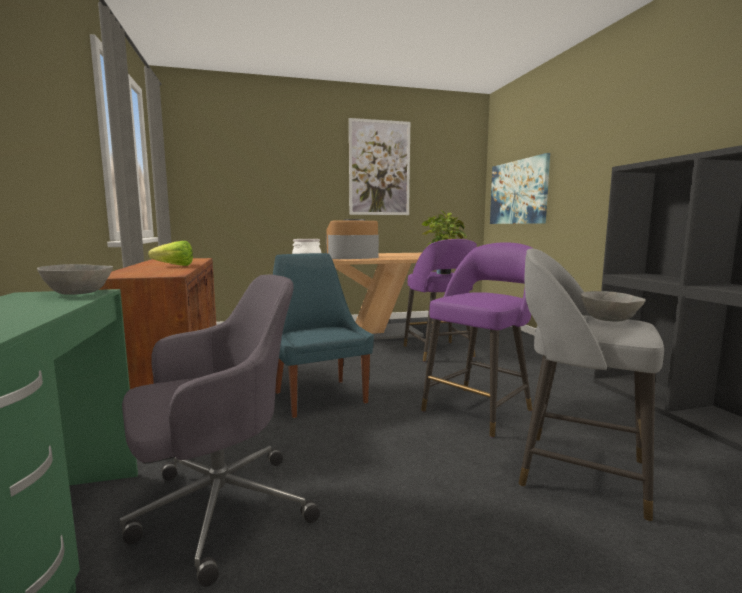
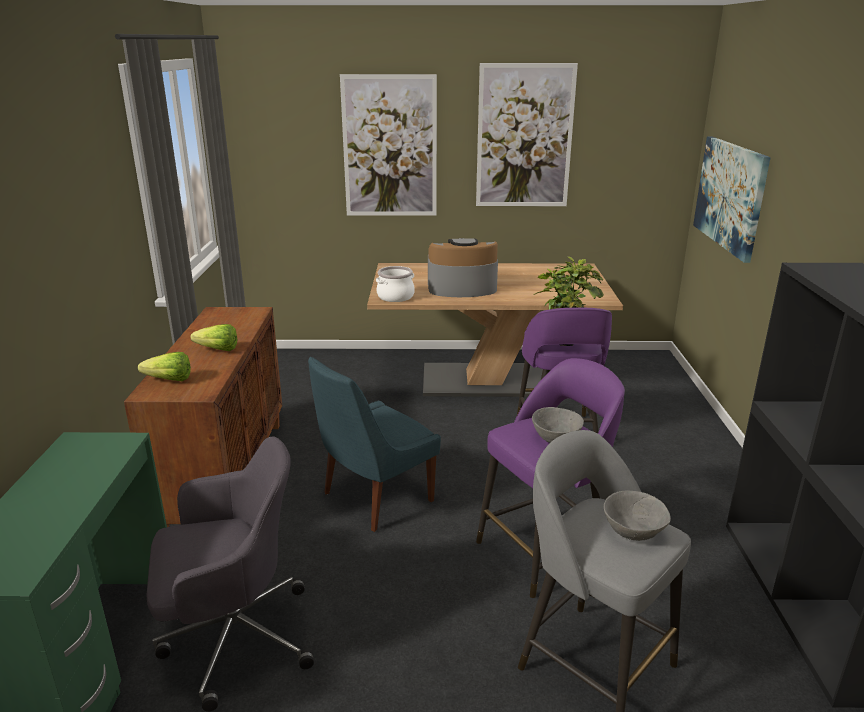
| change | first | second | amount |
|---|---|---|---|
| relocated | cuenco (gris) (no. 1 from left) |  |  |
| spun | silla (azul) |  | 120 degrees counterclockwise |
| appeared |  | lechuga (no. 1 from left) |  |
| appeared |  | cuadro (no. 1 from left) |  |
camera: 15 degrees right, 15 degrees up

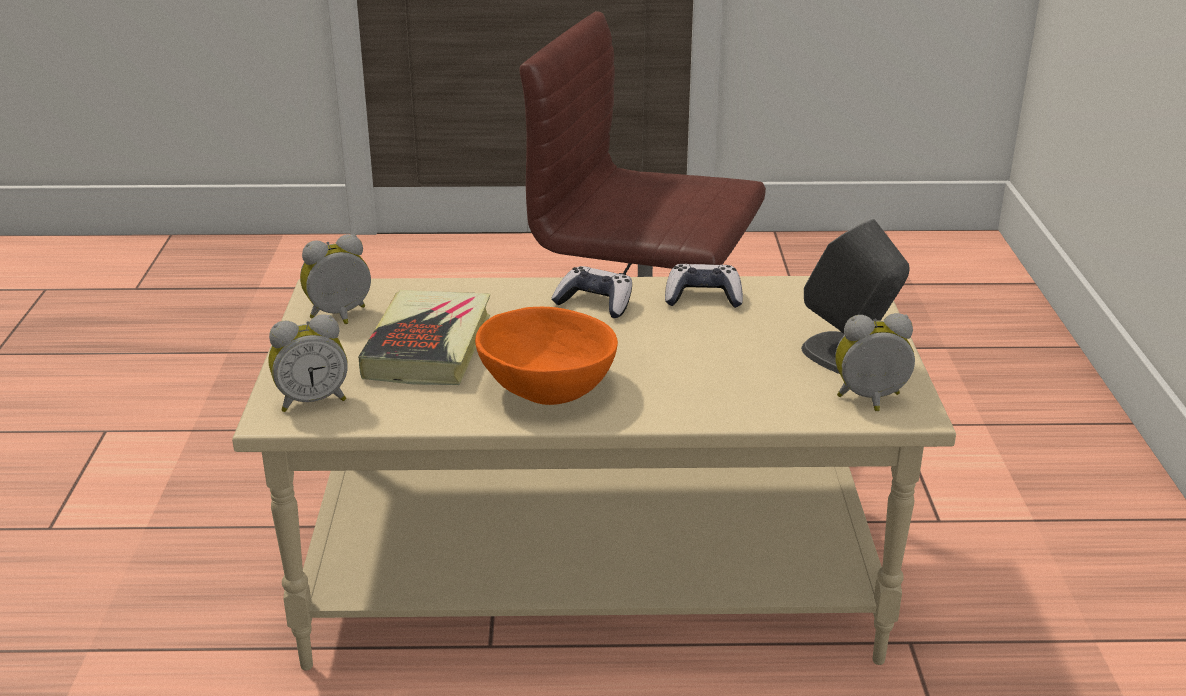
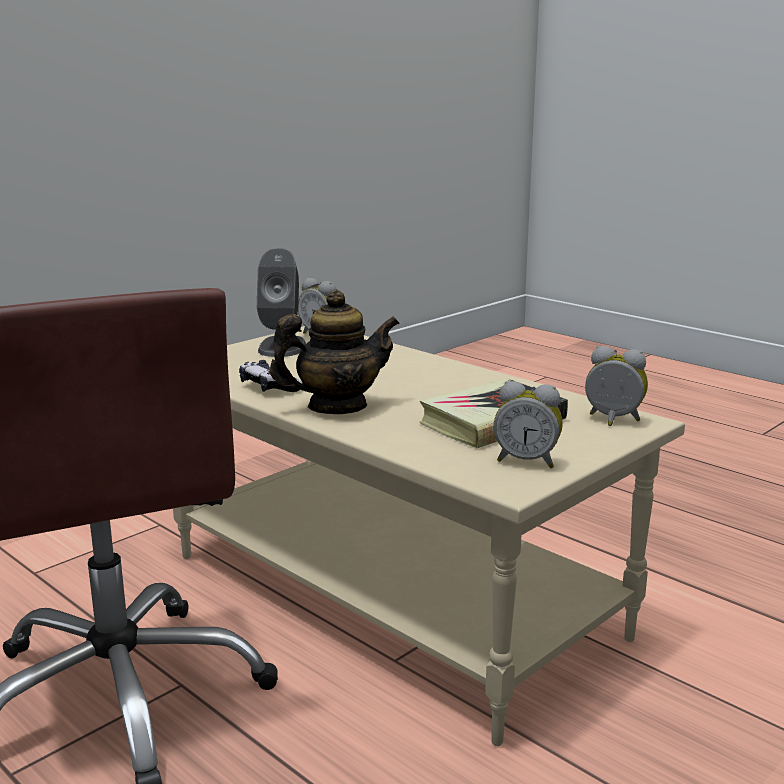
| change | first | second | amount |
|---|---|---|---|
| missing | cuenco (naranja) |  |  |
| exchanged | mando de consola (no. 1 from left) | tetera |  |
camera: 135 degrees left, 10 degrees down

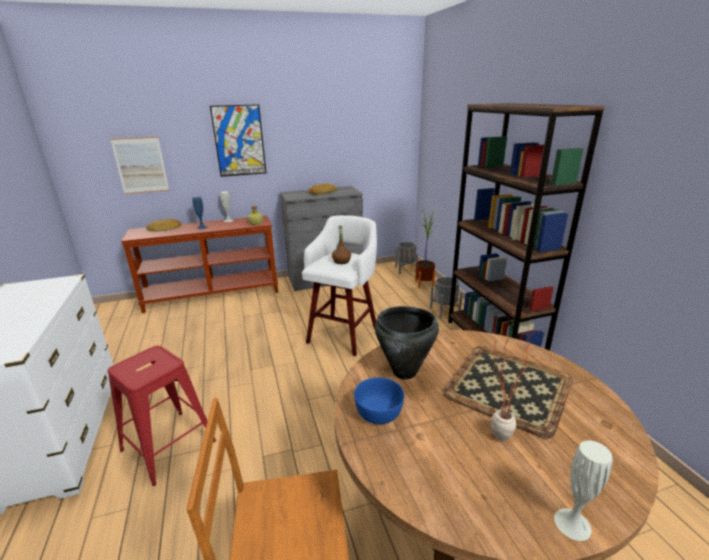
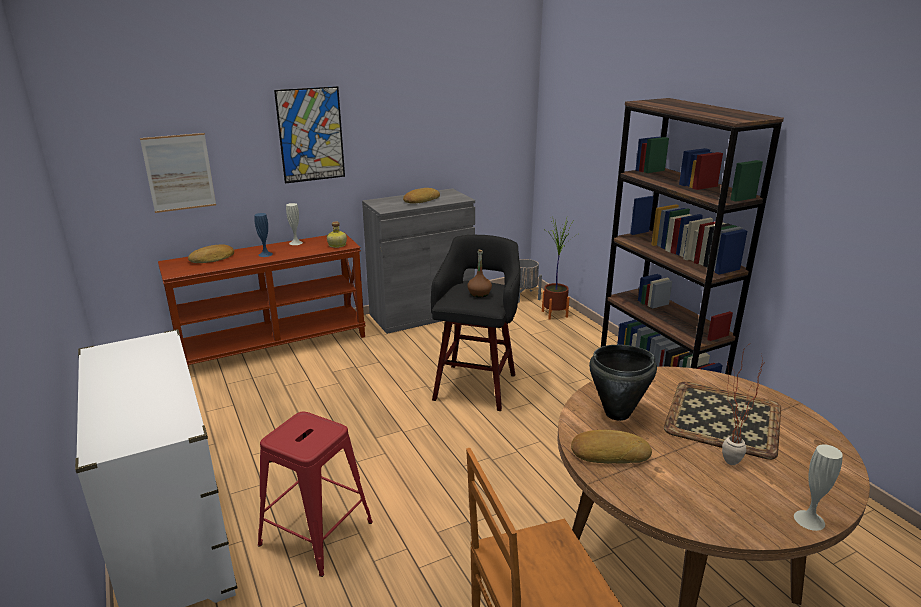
| change | first | second | amount |
|---|---|---|---|
| colour | taburete (blanco) | taburete (negro) |  |
| exchanged | cuenco (azul) | pan (no. 3 from left) |  |
| missing | maceta (gris) (no. 2 from left) |  |  |
camera: 10 degrees left, 0 degrees up

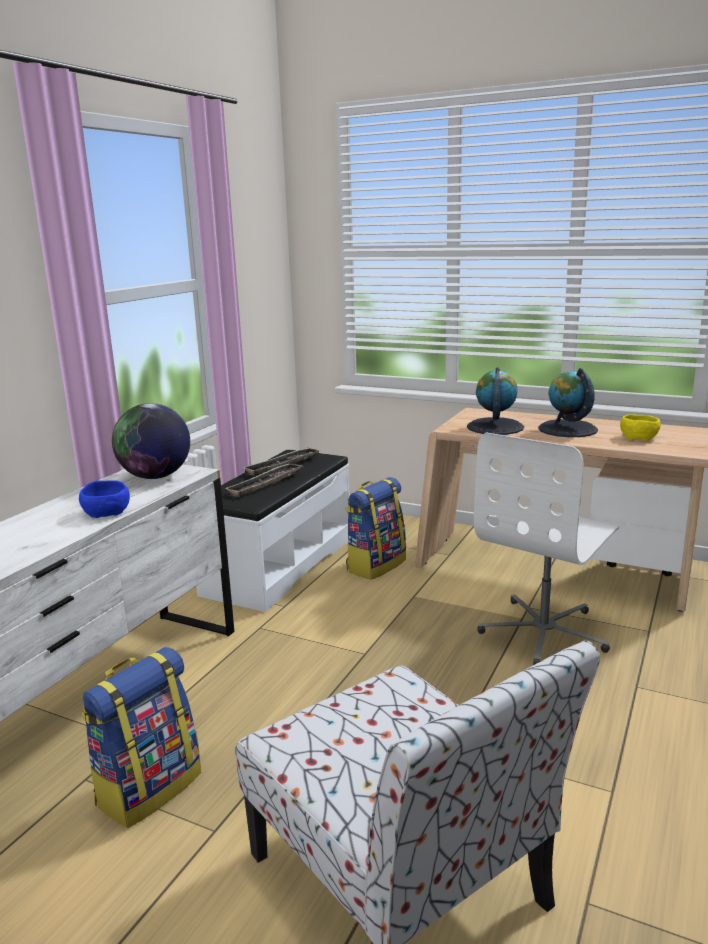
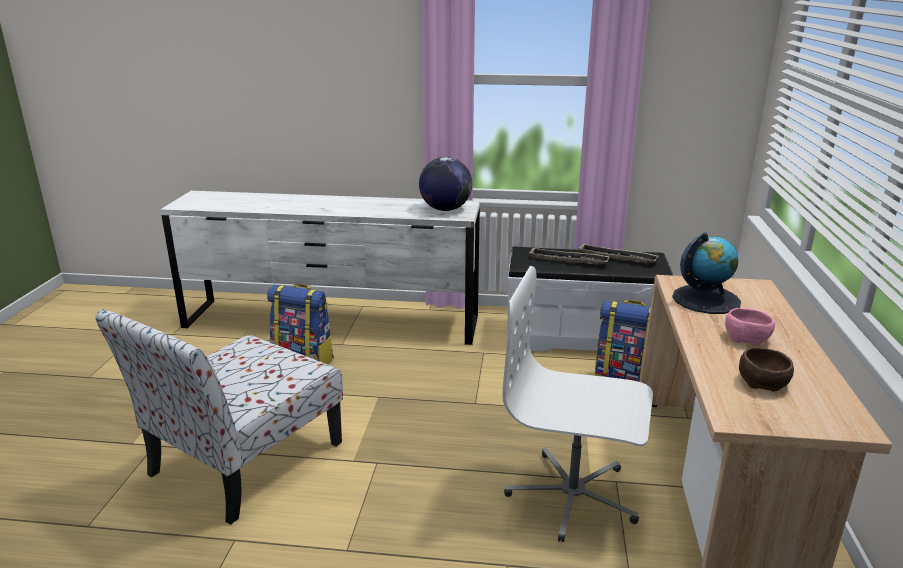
| change | first | second | amount |
|---|---|---|---|
| missing | cuenco (azul) |  |  |
| exchanged | globo terráqueo (no. 3 from left) | cuenco (rosa) |  |
| colour | cuenco (amarillo) | cuenco (marrón) |  |
camera: 70 degrees right, 5 degrees up

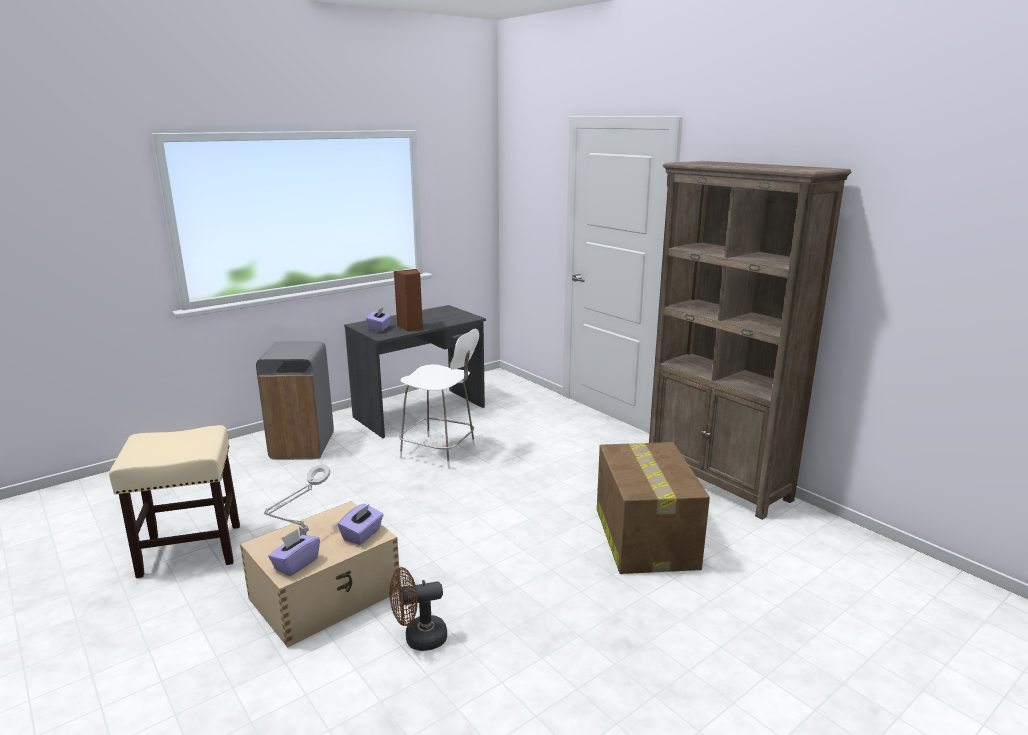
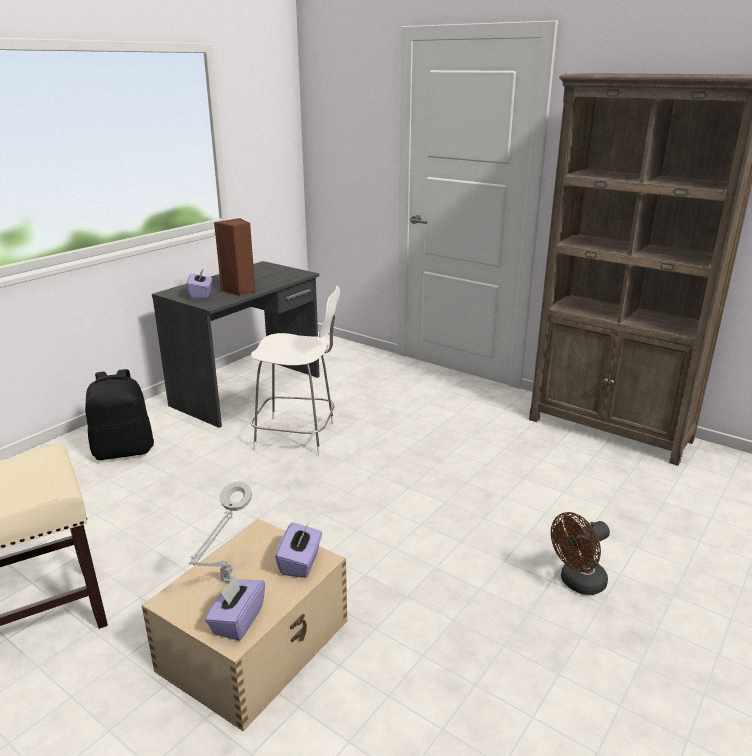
| change | first | second | amount |
|---|---|---|---|
| exchanged | papelera (gris) | mochila (negro) |  |
| relocated | ventilador (marrón) |  |  |
| missing | caja de cartón |  |  |
camera: 15 degrees left, 5 degrees up

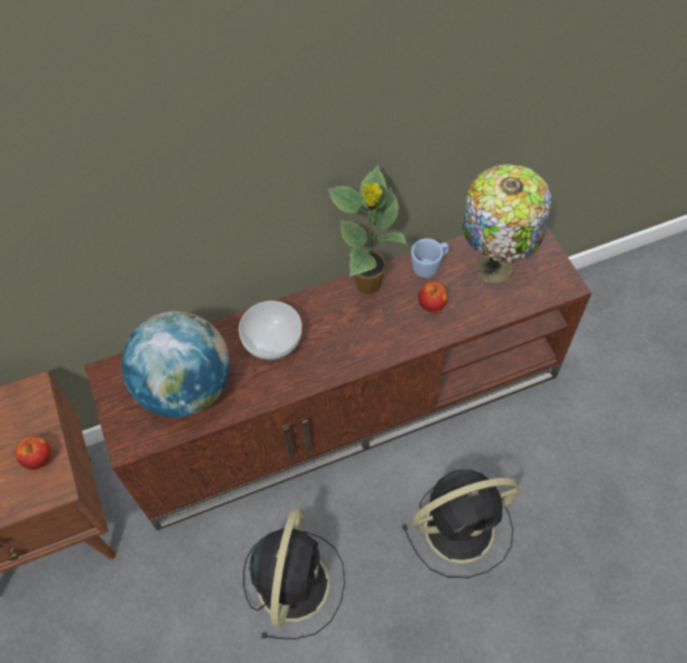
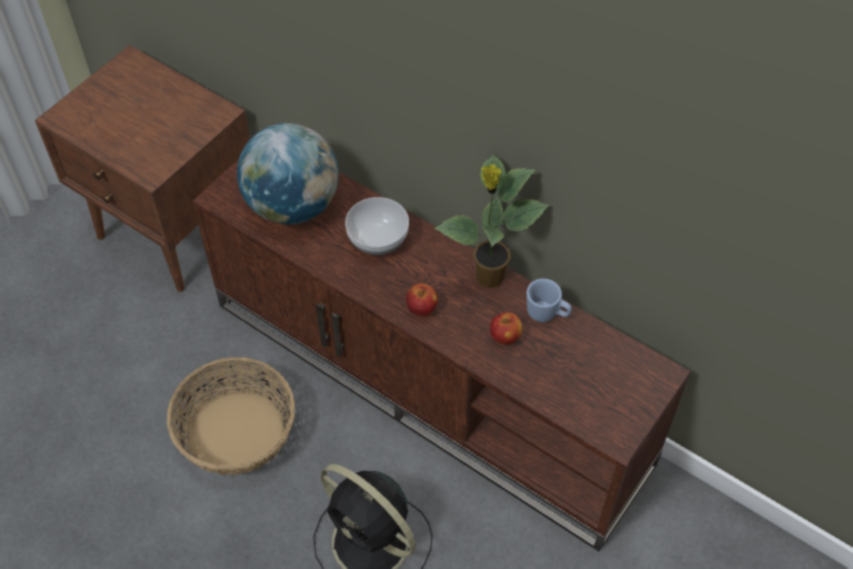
| change | first | second | amount |
|---|---|---|---|
| relocated | manzana (no. 1 from left) |  |  |
| exchanged | ventilador (negro) (no. 1 from left) | cesta |  |
| missing | lámpara de mesa |  |  |
camera: 55 degrees right, 5 degrees down

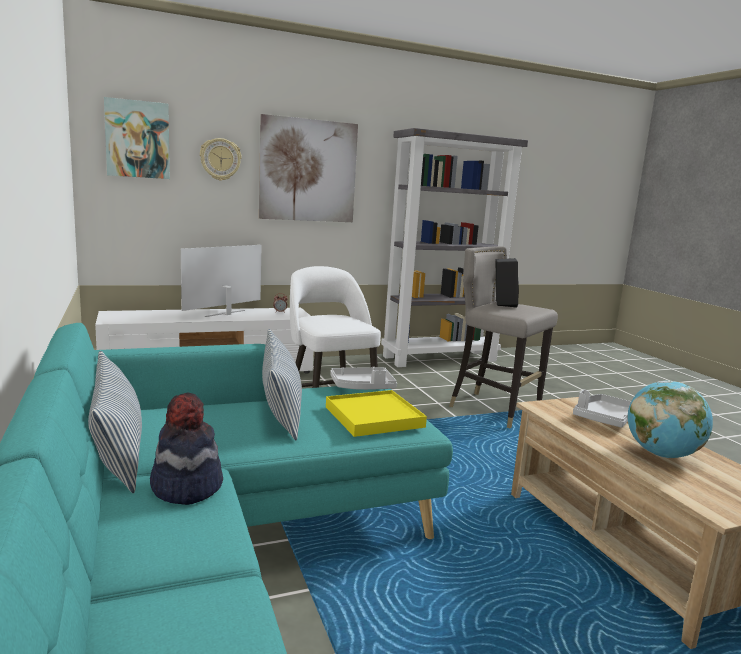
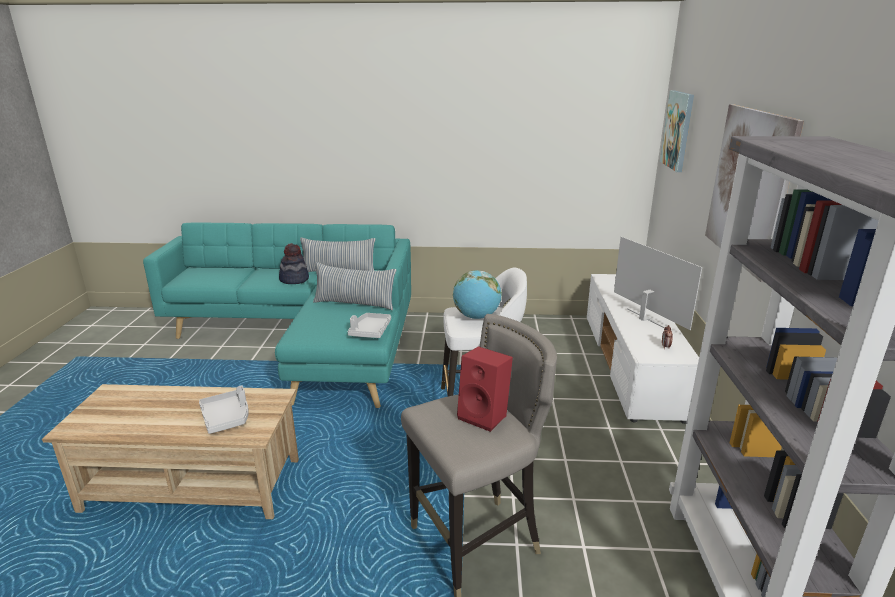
| change | first | second | amount |
|---|---|---|---|
| missing | reloj de pared |  |  |
| missing | bandeja (amarillo) |  |  |
| colour | altavoz (negro) | altavoz (rojo) |  |
| relocated | globo terráqueo |  |  |
camera: 115 degrees right, 10 degrees up

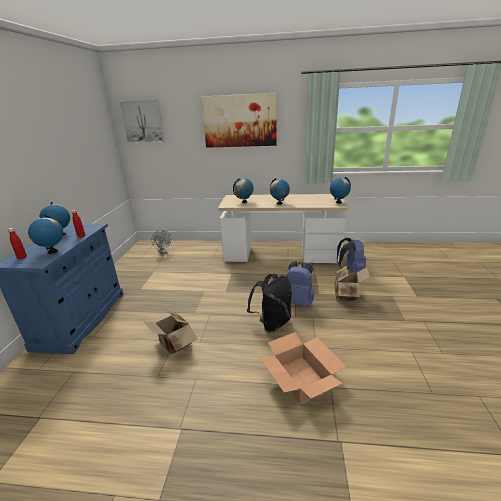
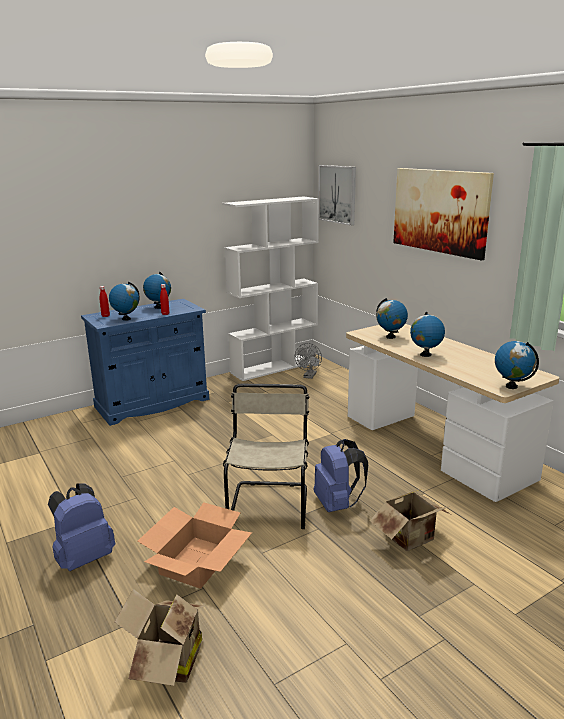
| change | first | second | amount |
|---|---|---|---|
| relocated | caja de cartón (no. 1 from left) |  |  |
| exchanged | mochila (negro) | silla (beis) |  |
| relocated | mochila (azul) (no. 2 from left in the first image) | mochila (azul) (no. 1 from left) |  |
| appeared |  | estantería (blanco) |  |
camera: 50 degrees right, 5 degrees down

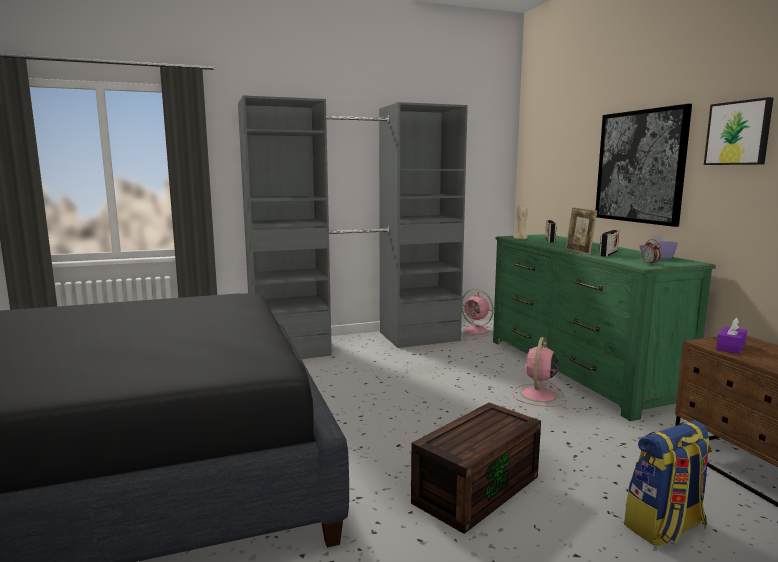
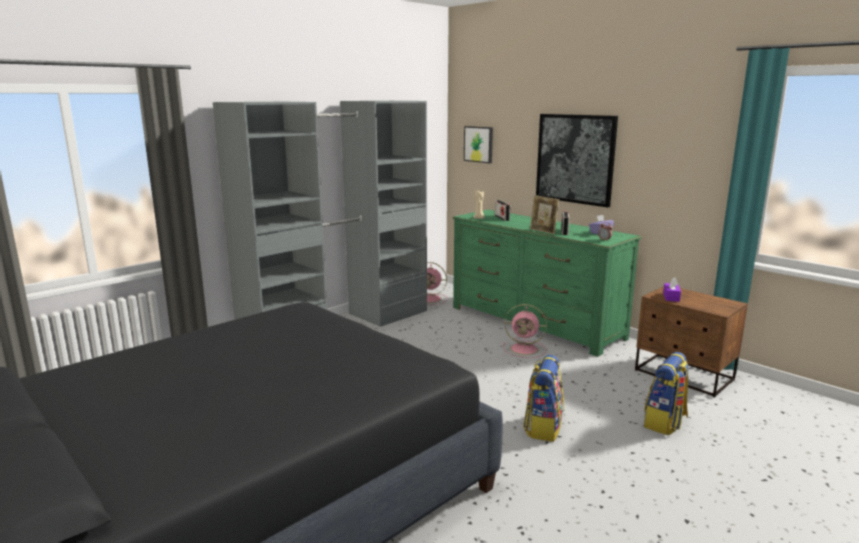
| change | first | second | amount |
|---|---|---|---|
| exchanged | caja de almacenaje (marrón) | mochila (no. 1 from left) |  |
| spun | ventilador (rosa) (no. 2 from left) |  | 75 degrees counterclockwise |
| relocated | cuadro (no. 2 from left in the first image) | cuadro (no. 1 from left) |  |
camera: 25 degrees left, 5 degrees up

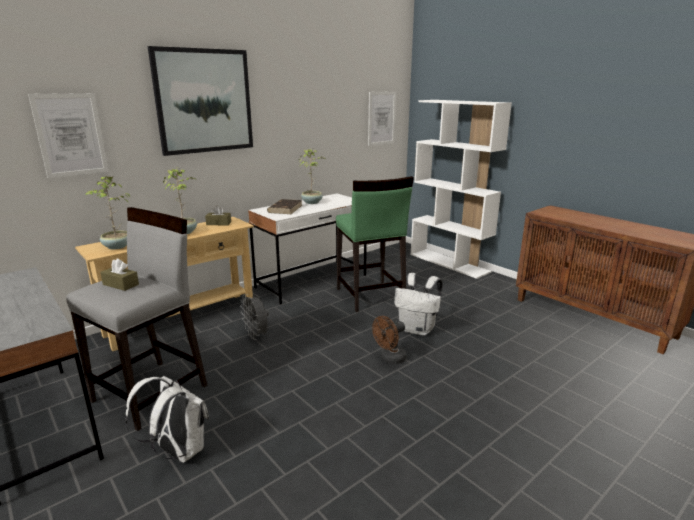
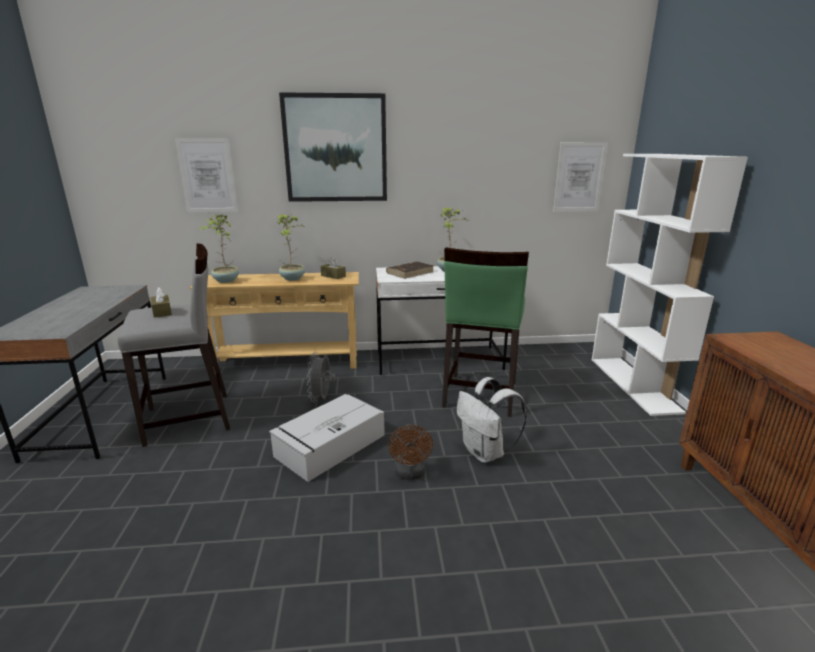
| change | first | second | amount |
|---|---|---|---|
| missing | mochila (blanco) (no. 1 from left) |  |  |
| spun | ventilador (marrón) |  | 90 degrees counterclockwise |
| appeared |  | caja de almacenaje (gris) |  |
camera: 35 degrees right, 0 degrees up

